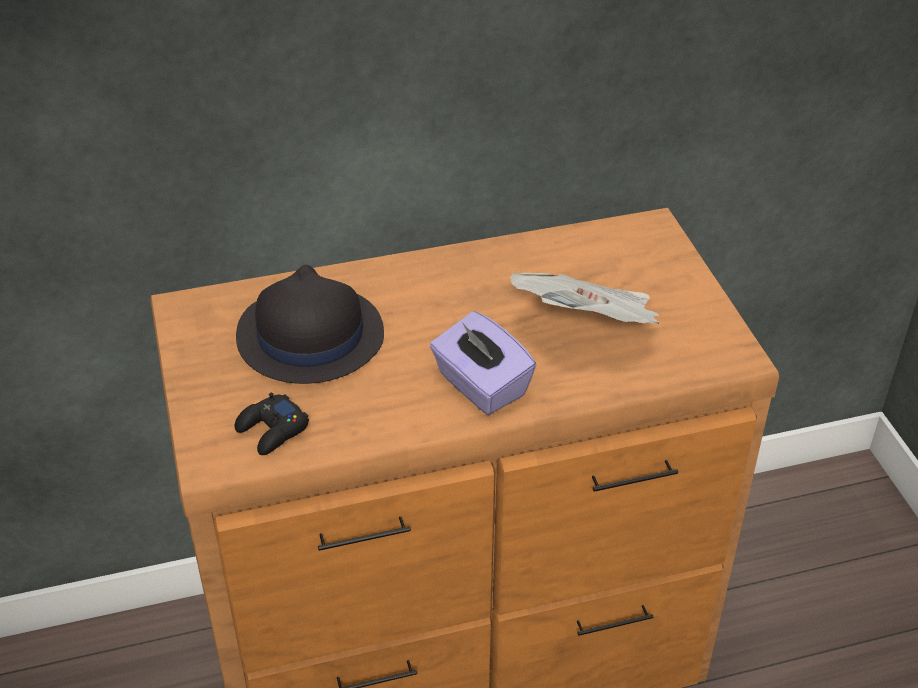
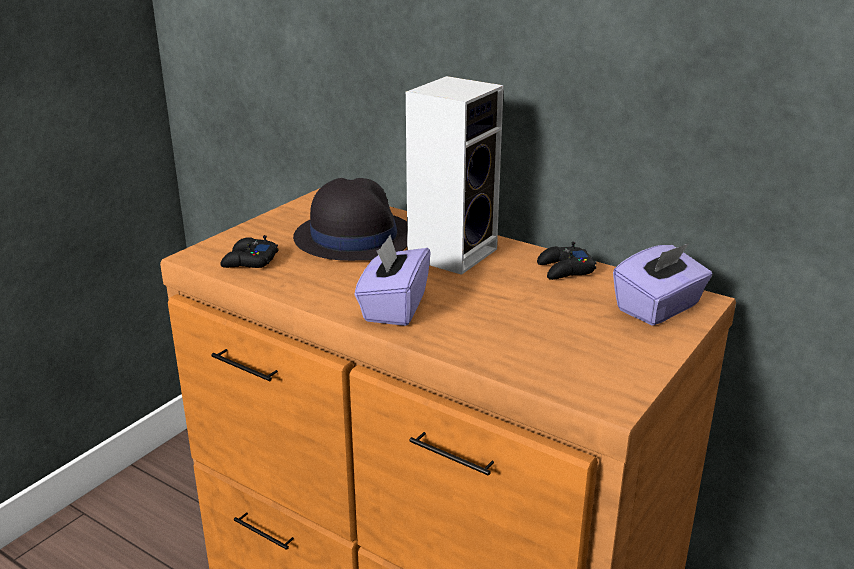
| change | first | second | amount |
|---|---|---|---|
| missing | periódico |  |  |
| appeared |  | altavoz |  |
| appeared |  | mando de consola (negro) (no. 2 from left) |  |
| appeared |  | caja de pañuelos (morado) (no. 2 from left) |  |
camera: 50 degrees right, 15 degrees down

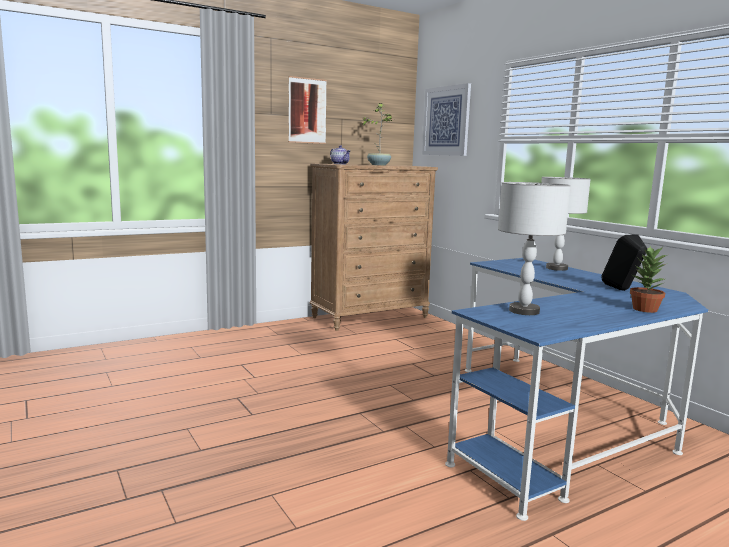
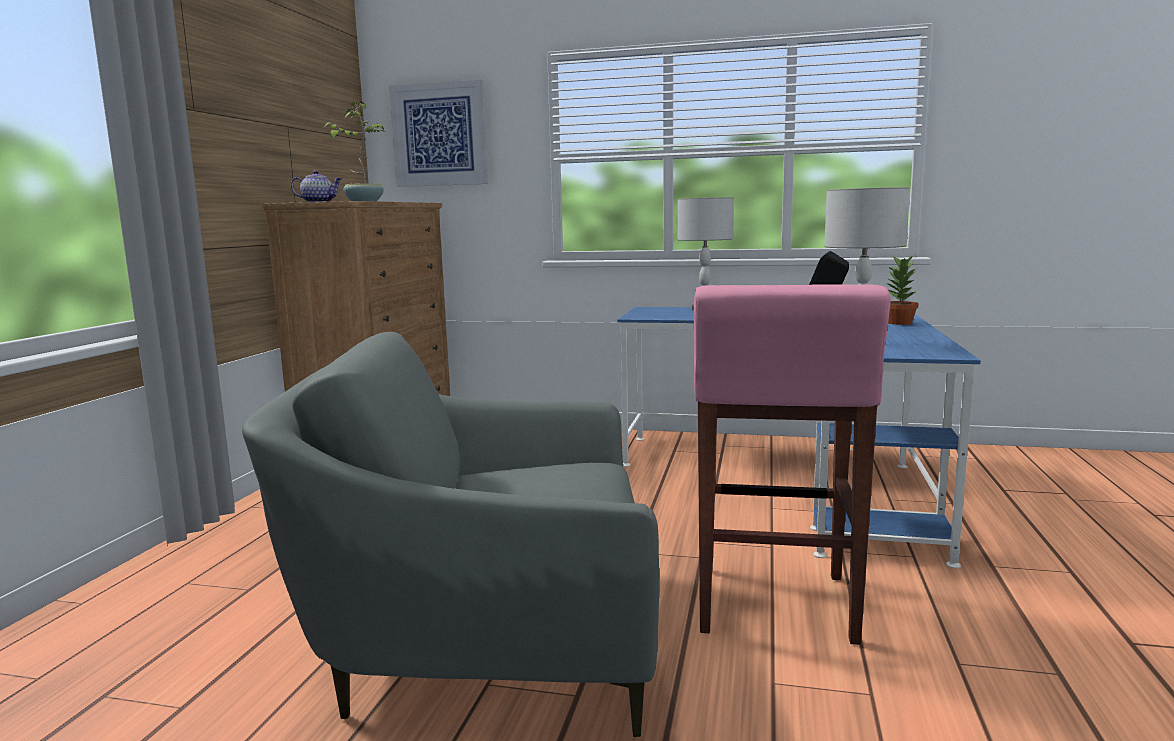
| change | first | second | amount |
|---|---|---|---|
| missing | cuadro (no. 1 from left) |  |  |
| appeared |  | sillón (gris) |  |
| appeared |  | taburete (rosa) |  |
camera: 45 degrees left, 0 degrees up

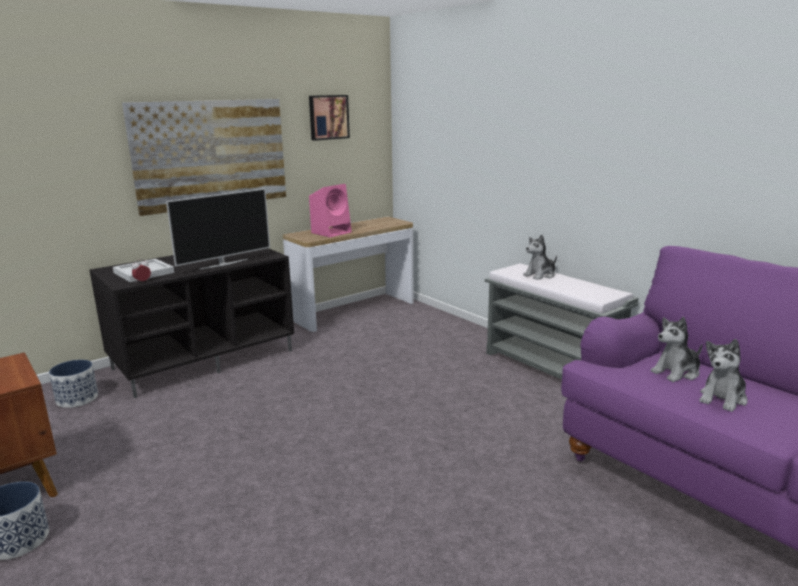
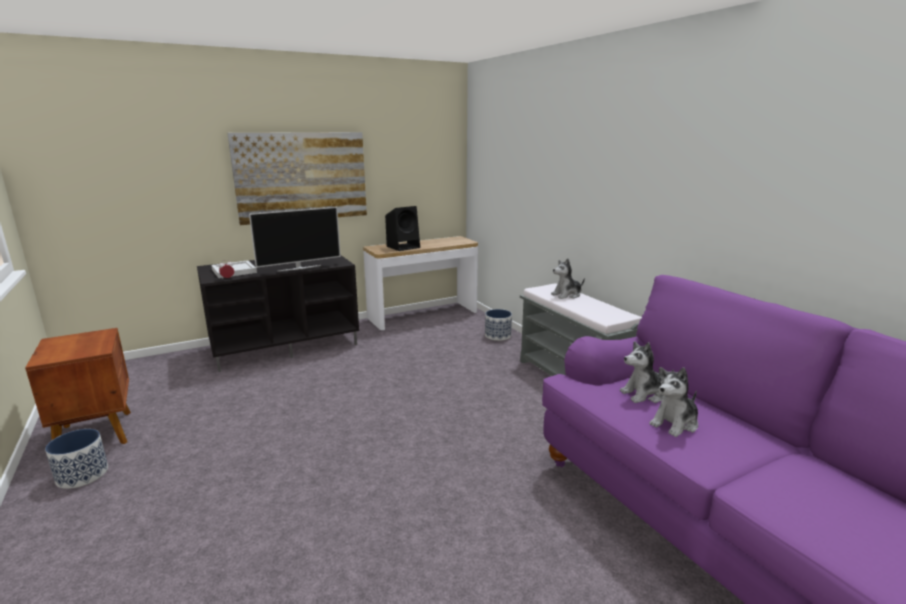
| change | first | second | amount |
|---|---|---|---|
| relocated | maceta (no. 2 from left) |  |  |
| missing | cuadro (no. 2 from left) |  |  |
| colour | altavoz (rosa) | altavoz (negro) |  |
camera: 10 degrees right, 0 degrees up

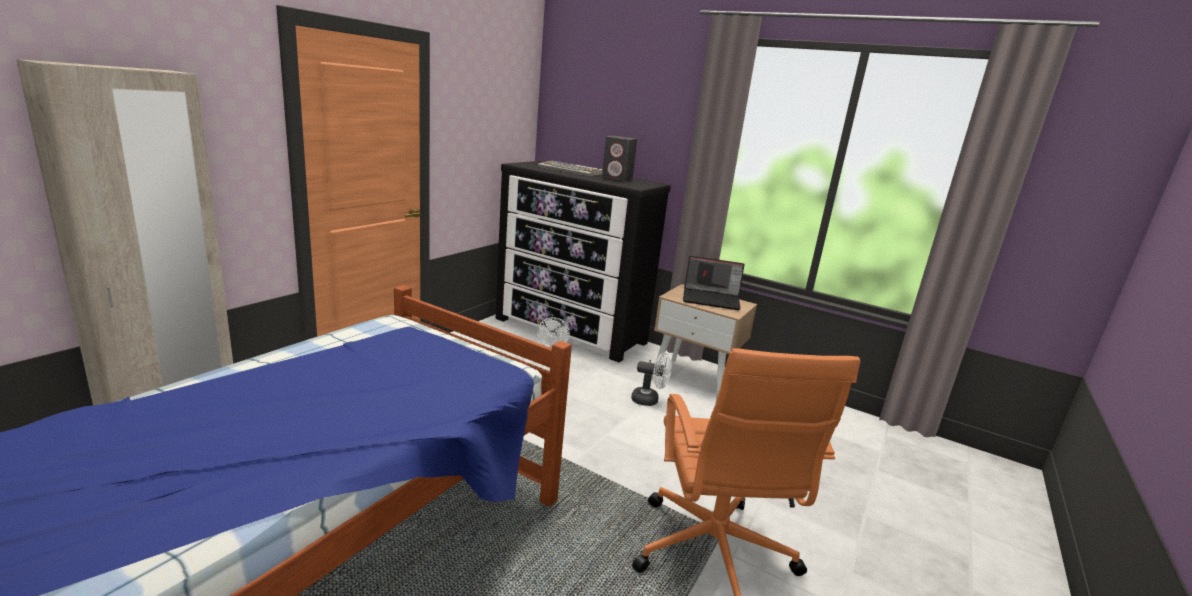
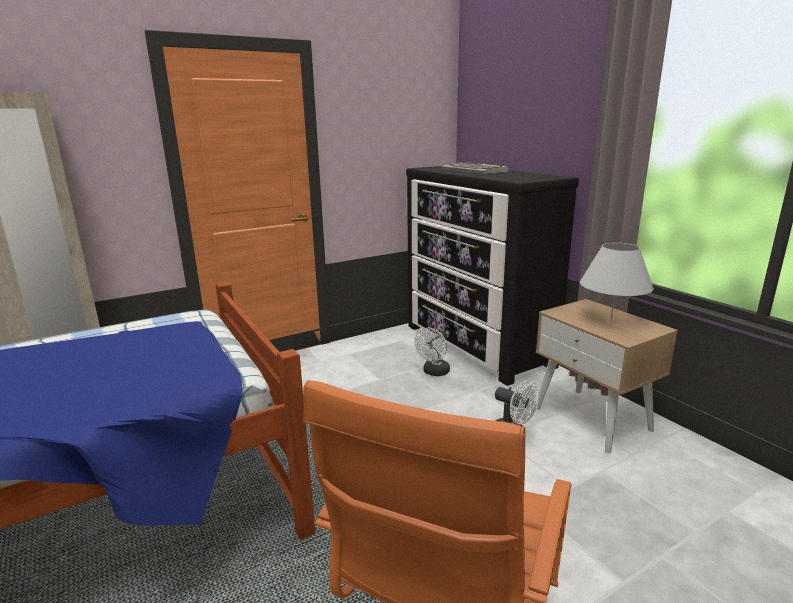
| change | first | second | amount |
|---|---|---|---|
| missing | altavoz (gris) |  |  |
| exchanged | portátil | lámpara de mesa (blanco) |  |
camera: 30 degrees right, 0 degrees up

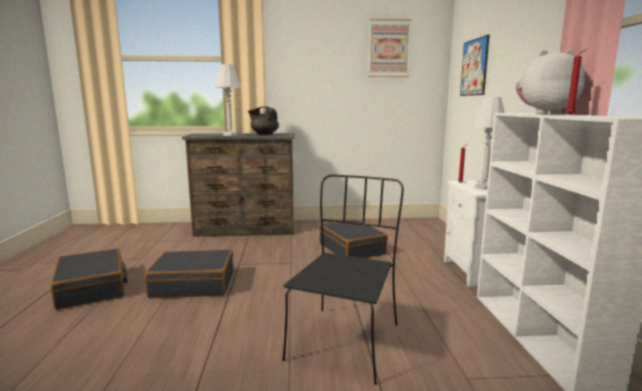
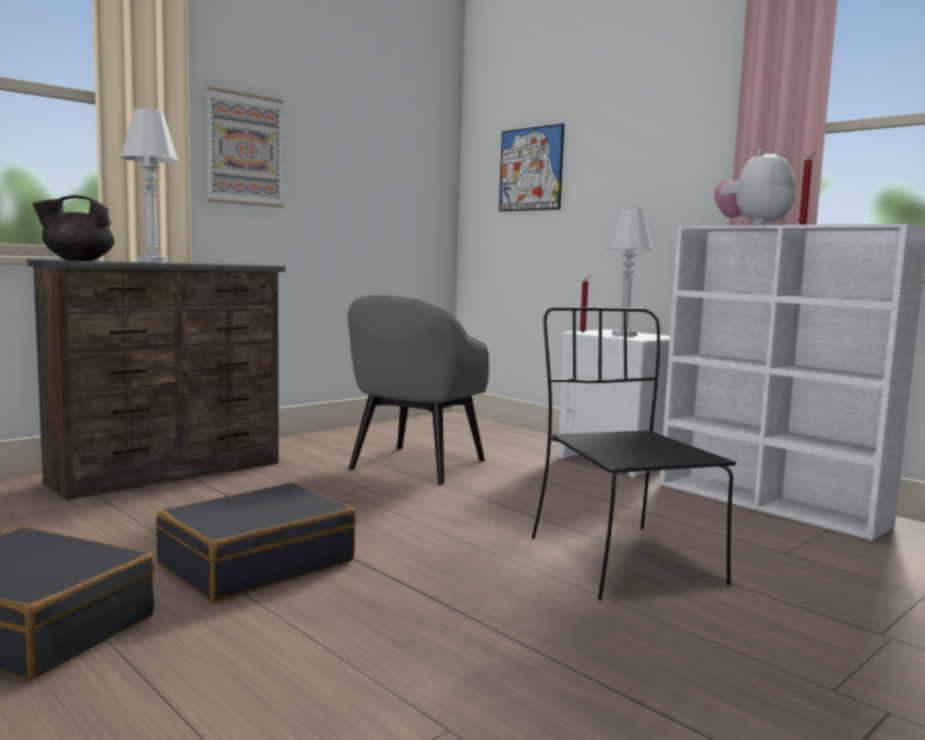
| change | first | second | amount |
|---|---|---|---|
| relocated | tetera (negro) |  |  |
| exchanged | maleta (negro) (no. 3 from left) | sillón (gris) |  |
| relocated | cuadro (no. 1 from left) |  |  |
camera: 40 degrees left, 5 degrees down

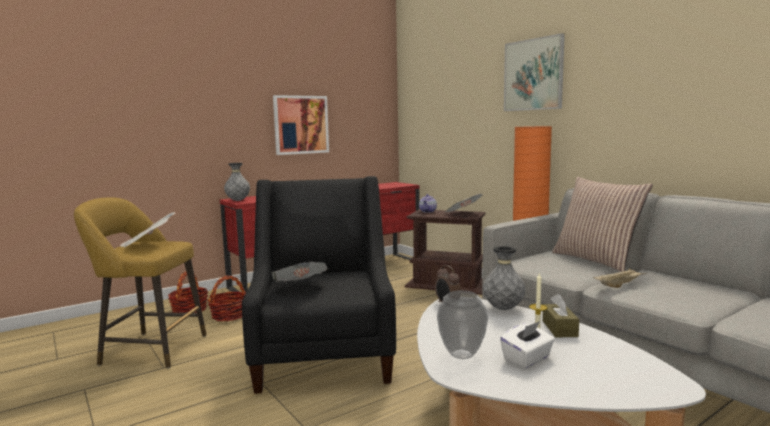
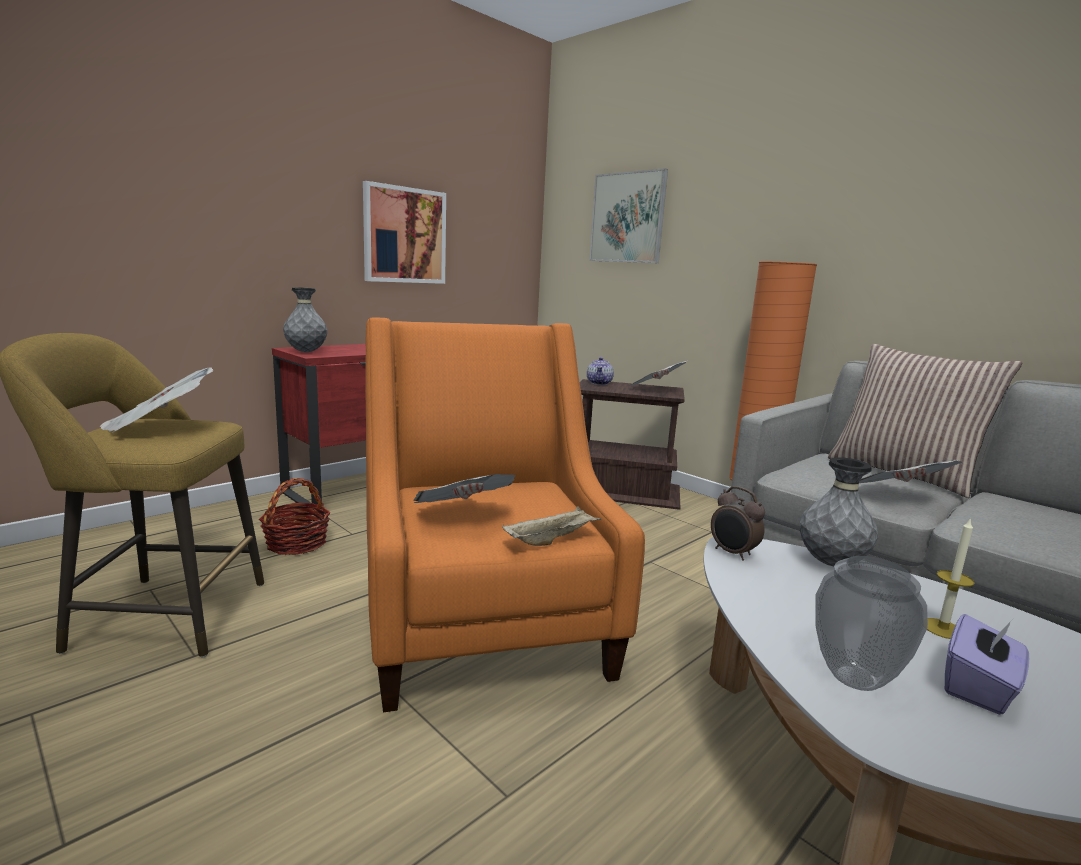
| change | first | second | amount |
|---|---|---|---|
| missing | cesta (no. 1 from left) |  |  |
| colour | sillón (negro) | sillón (naranja) |  |
| colour | caja de pañuelos (blanco) | caja de pañuelos (morado) |  |
| relocated | cuadro (no. 2 from left) |  |  |
| missing | caja de pañuelos (marrón) |  |  |
| relocated | bandeja (beis) |  |  |
| appeared |  | periódico (no. 4 from left) |  |
camera: 10 degrees left, 5 degrees up

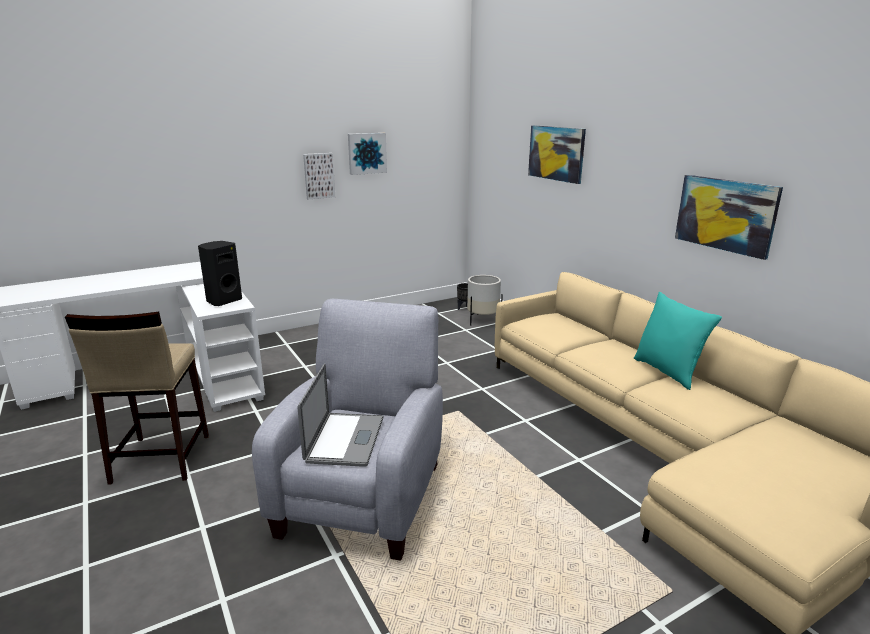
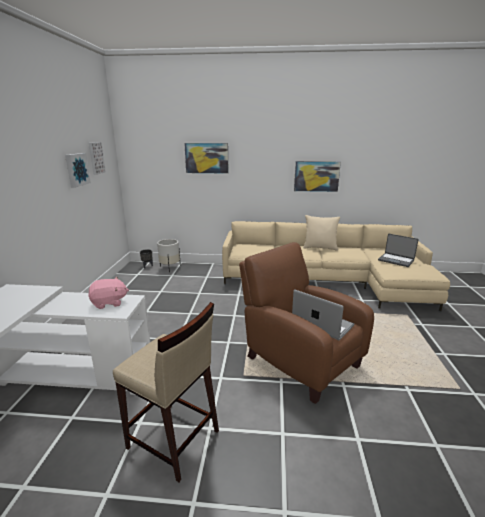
| change | first | second | amount |
|---|---|---|---|
| exchanged | altavoz (negro) | peluche (rosa) |  |
| colour | sillón (gris) | sillón (marrón) |  |
| relocated | cuadro (no. 1 from left in the first image) | cuadro (no. 2 from left) |  |
| colour | cojín (turquesa) | cojín (beis) |  |
| appeared |  | portátil (no. 2 from left) |  |
camera: 55 degrees left, 0 degrees up

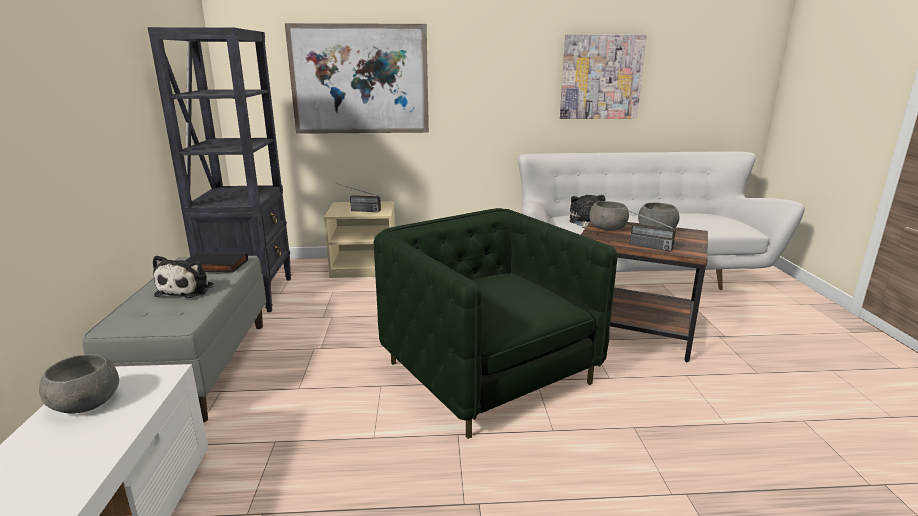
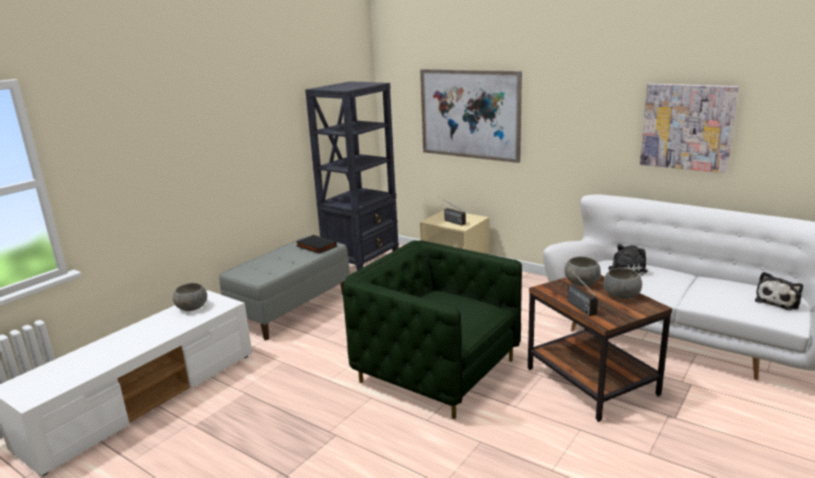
| change | first | second | amount |
|---|---|---|---|
| relocated | peluche (no. 1 from left in the first image) | peluche (no. 2 from left) |  |
| spun | sillón (verde) |  | 60 degrees counterclockwise |
camera: 40 degrees right, 0 degrees up

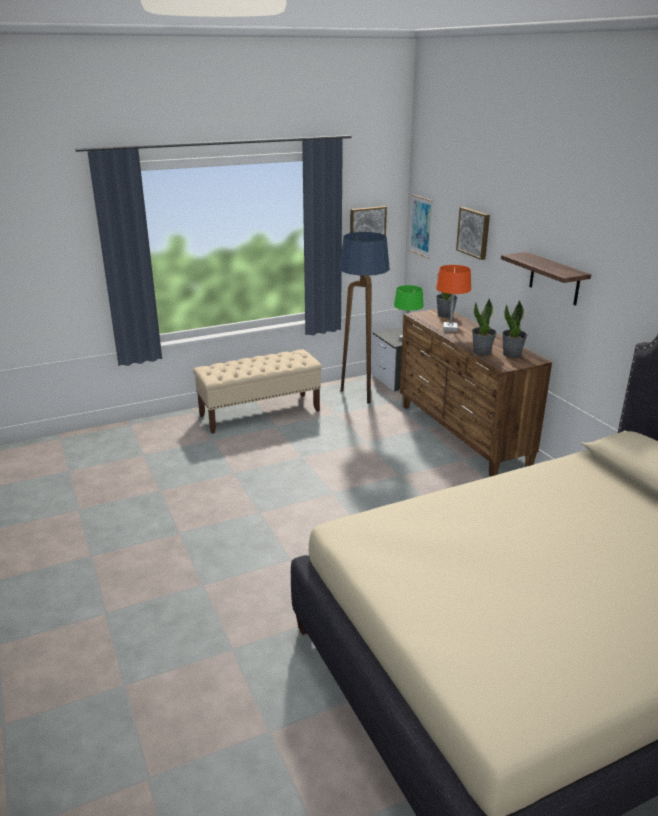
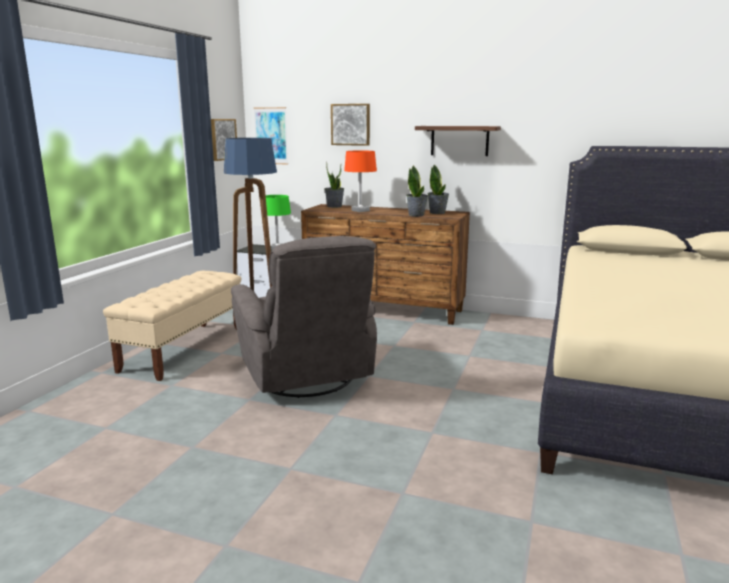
| change | first | second | amount |
|---|---|---|---|
| appeared |  | sillón (gris) |  |
camera: 45 degrees left, 10 degrees down

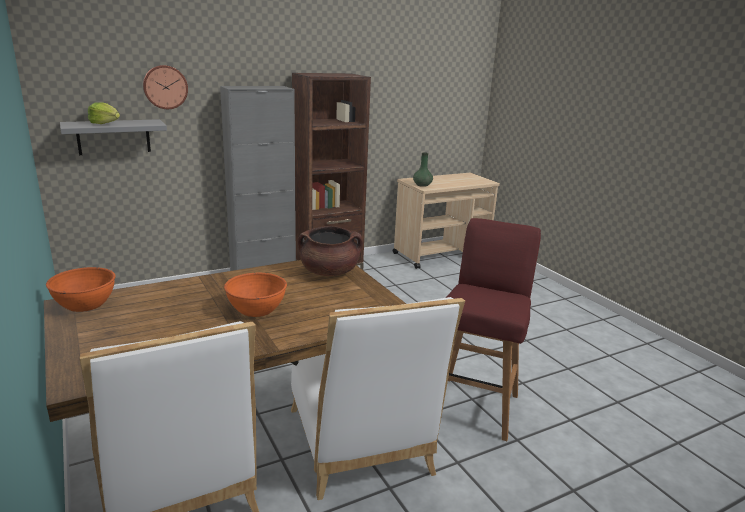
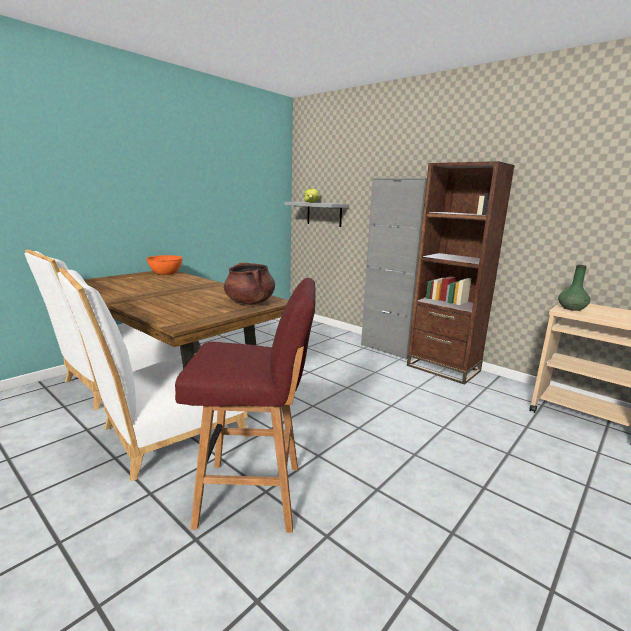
| change | first | second | amount |
|---|---|---|---|
| missing | reloj de pared |  |  |
| missing | cuenco (naranja) (no. 2 from left) |  |  |
camera: 70 degrees right, 5 degrees down

